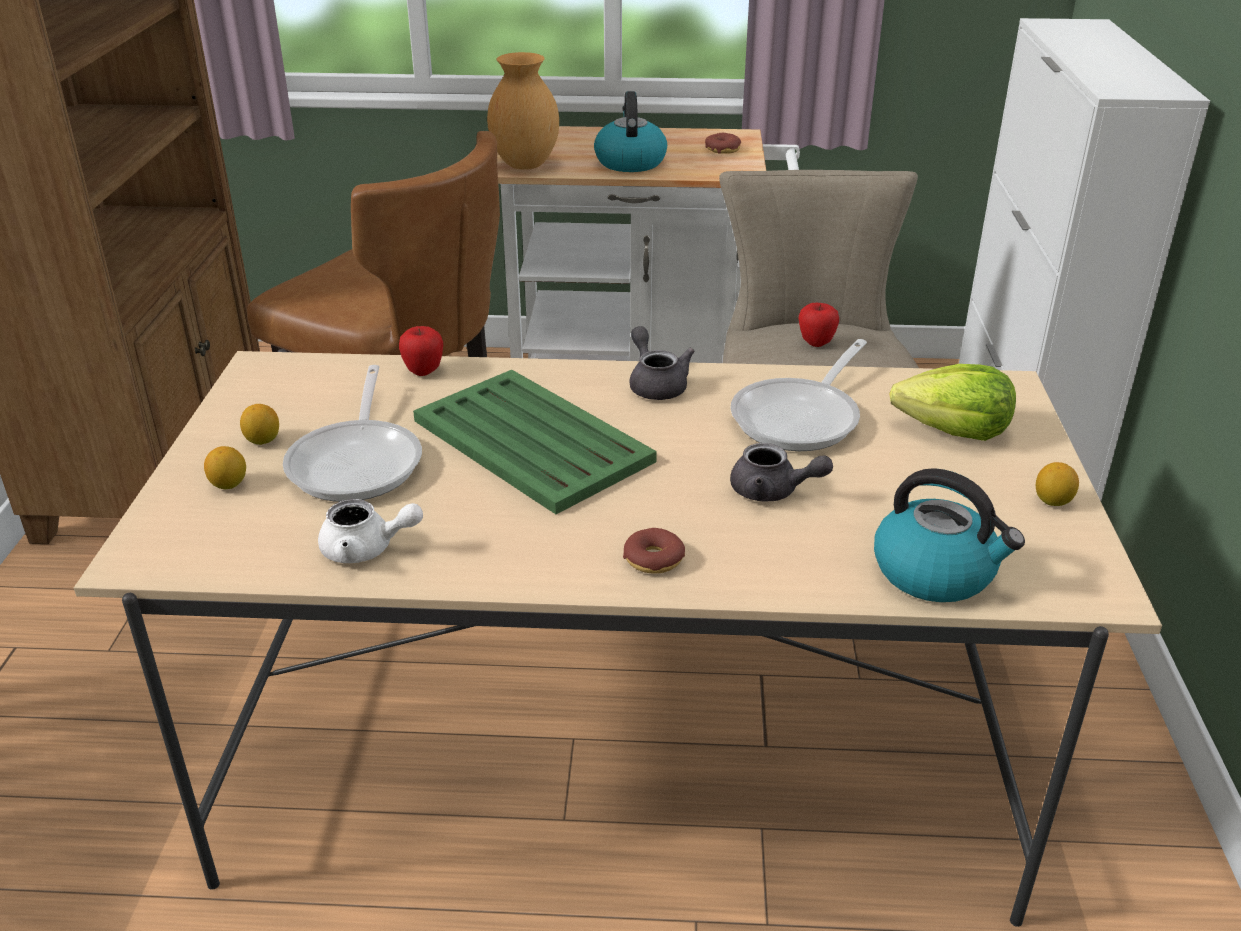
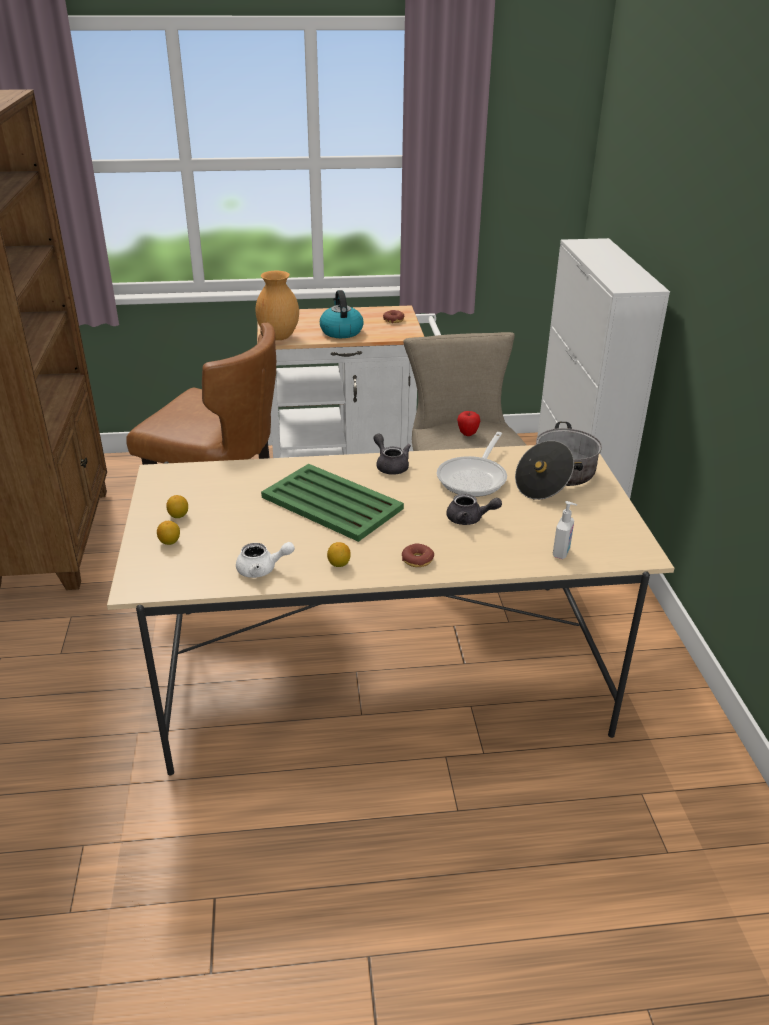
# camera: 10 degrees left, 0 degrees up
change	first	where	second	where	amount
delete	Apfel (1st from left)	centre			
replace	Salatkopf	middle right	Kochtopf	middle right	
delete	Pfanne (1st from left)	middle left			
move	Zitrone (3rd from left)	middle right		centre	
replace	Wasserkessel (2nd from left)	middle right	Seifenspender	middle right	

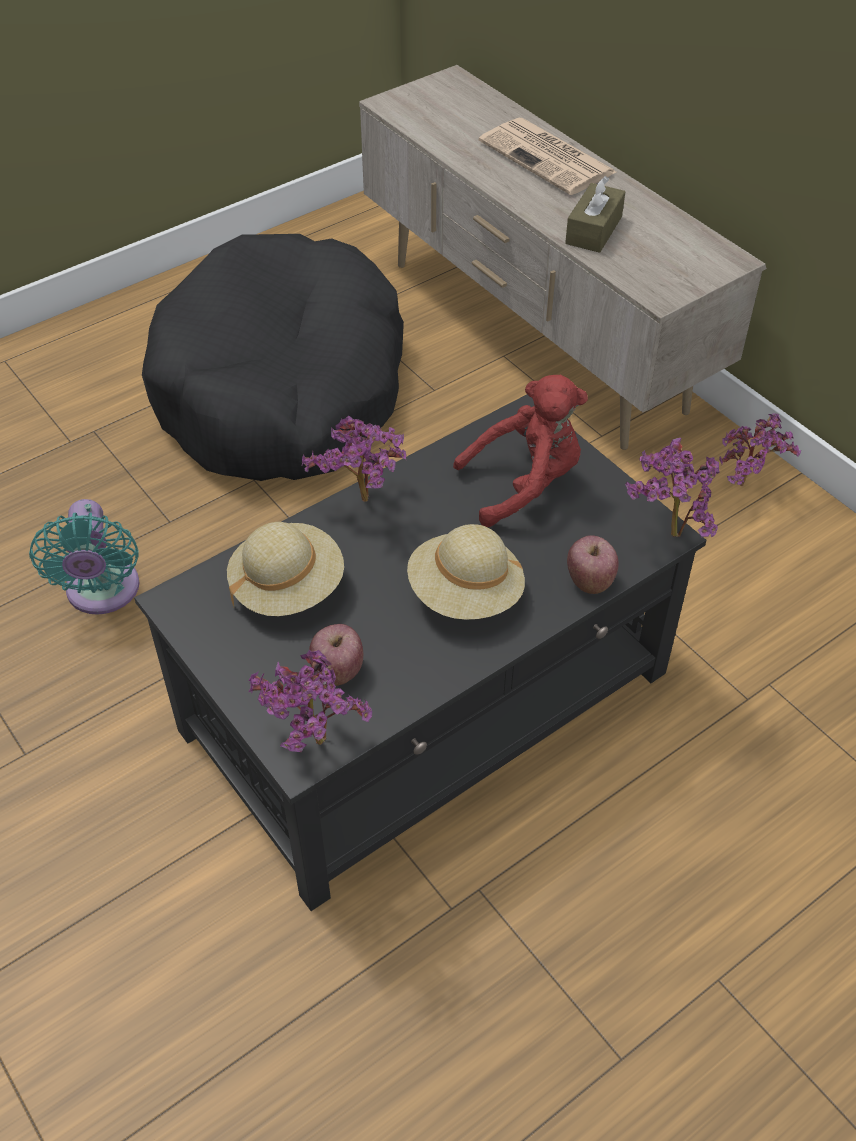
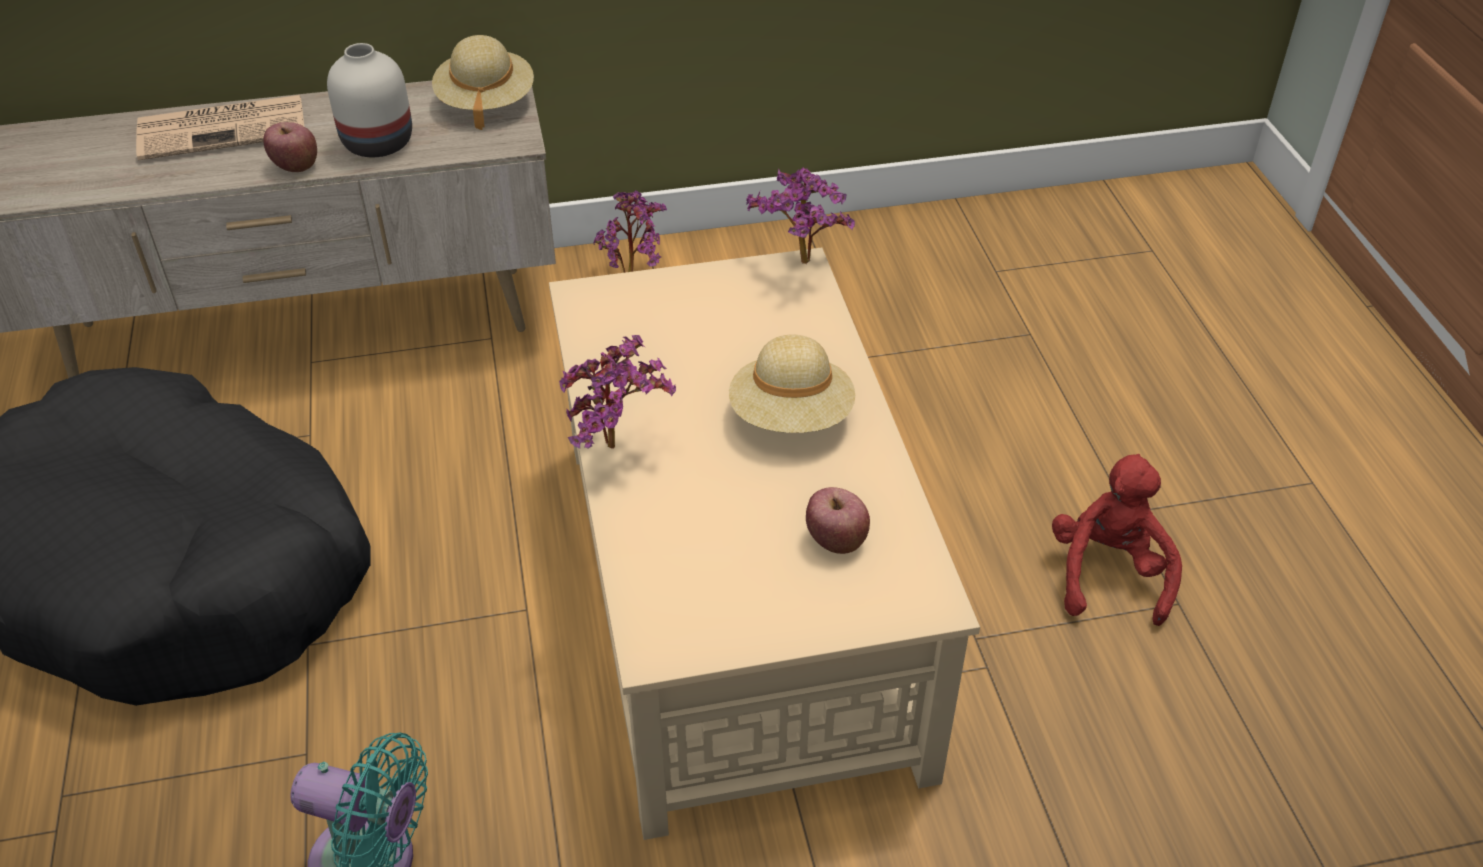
# camera: 65 degrees left, 5 degrees down
change	first	where	second	where	amount
replace	Taschentuchbox/braun	top right	Vase/weiß	top left	
move	Plüschtier/rot	centre		middle right	
recolor	Couchtisch/schwarz	centre	Couchtisch/beige	centre	
move	Hut/beige (1st from left)	middle left		top left	
move	Apfel (2nd from left in the first image)	middle right	Apfel (1st from left)	top left	
delete	Topfpflanze (1st from left)	centre			

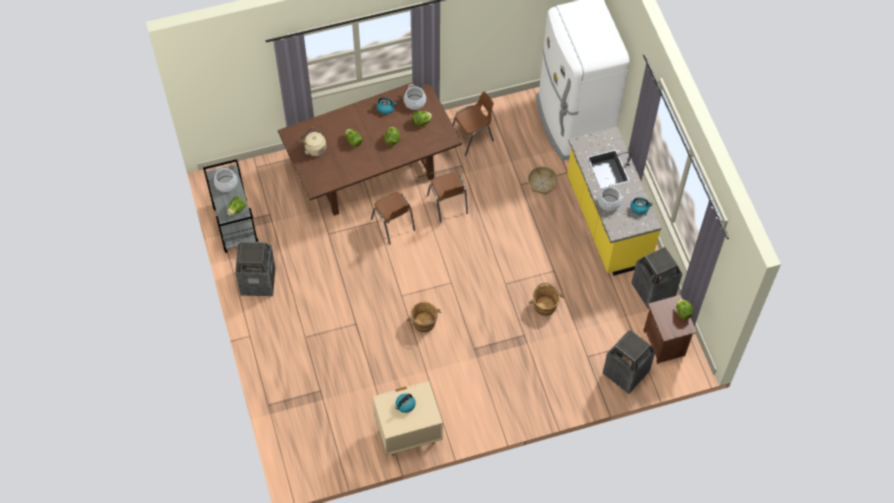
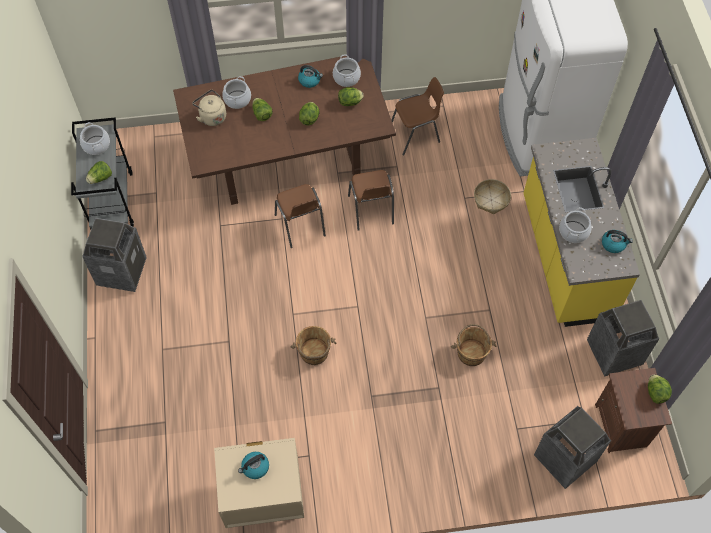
# camera: 10 degrees right, 0 degrees up
change	first	where	second	where	amount
insert			Kochtopf (2nd from left)	top left	

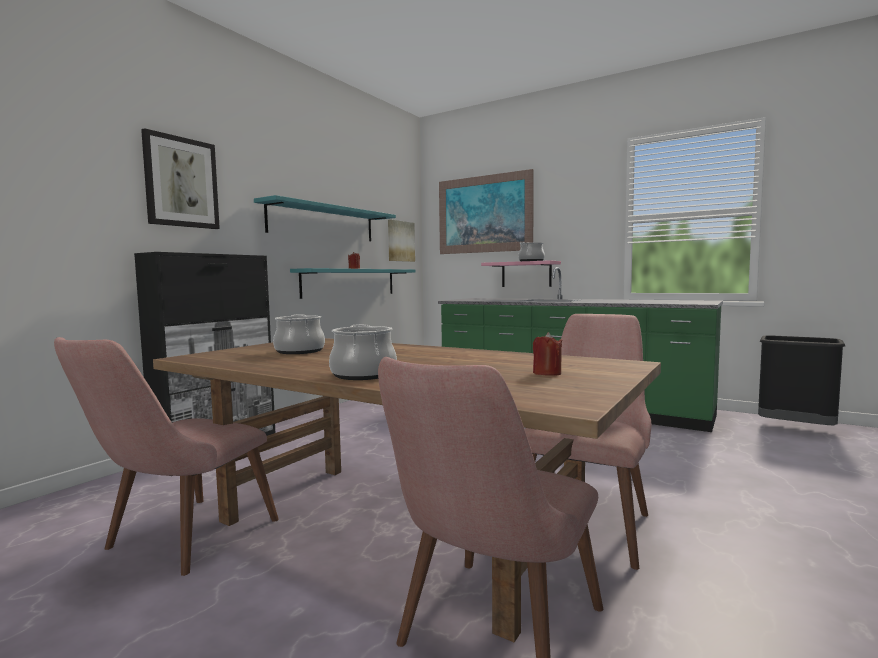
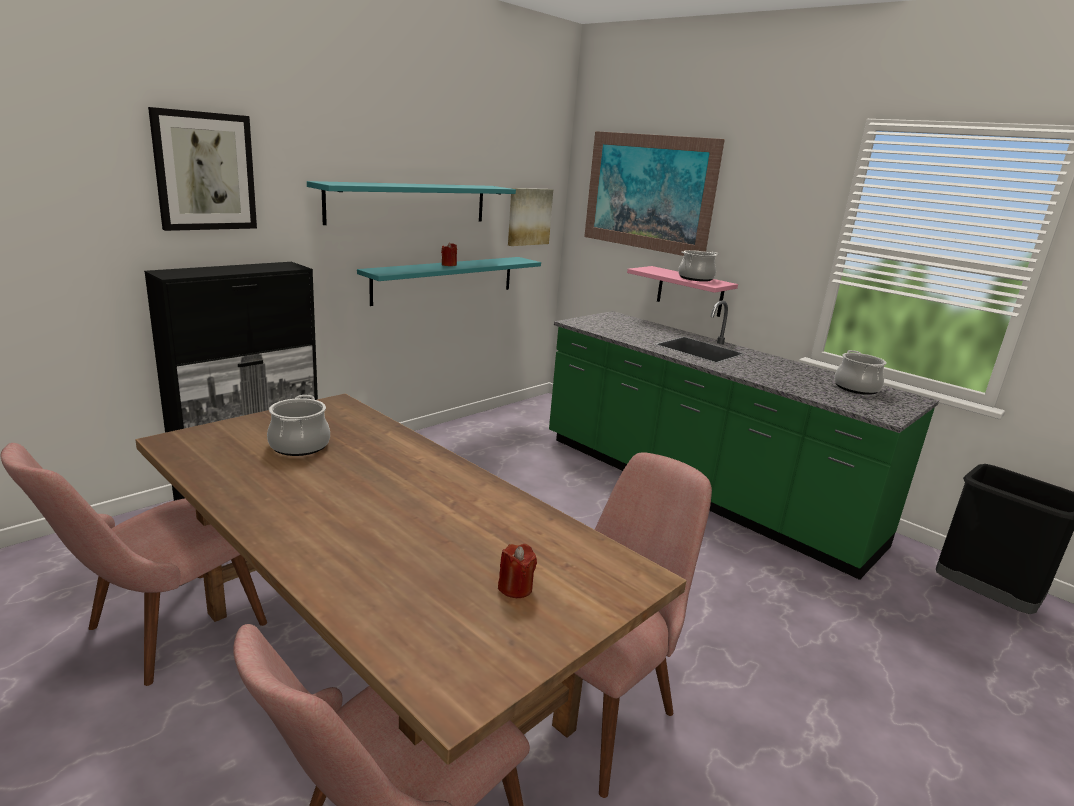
# camera: 10 degrees right, 15 degrees up
change	first	where	second	where	amount
move	Kochtopf (2nd from left in the first image)	centre	Kochtopf (3rd from left)	middle right	

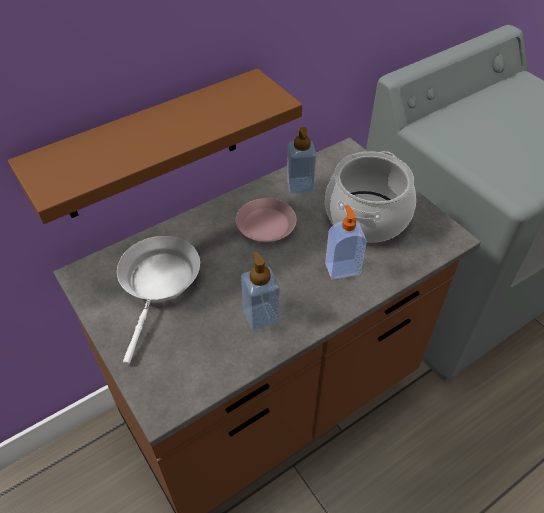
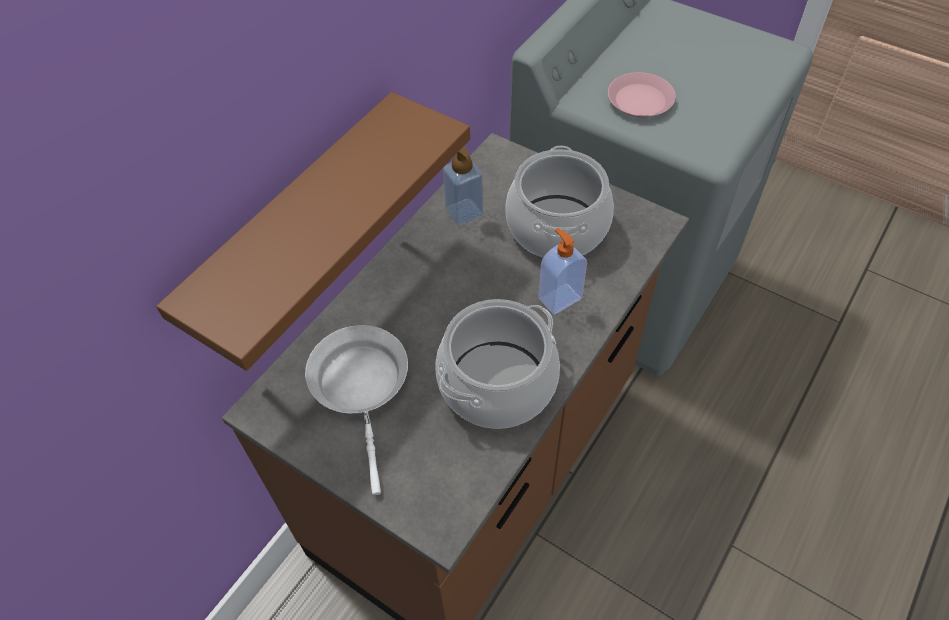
# camera: 20 degrees left, 5 degrees up
change	first	where	second	where	amount
move	Teller/rosa	centre		top right	
replace	Seifenspender (1st from left)	centre	Kochtopf (1st from left)	centre	

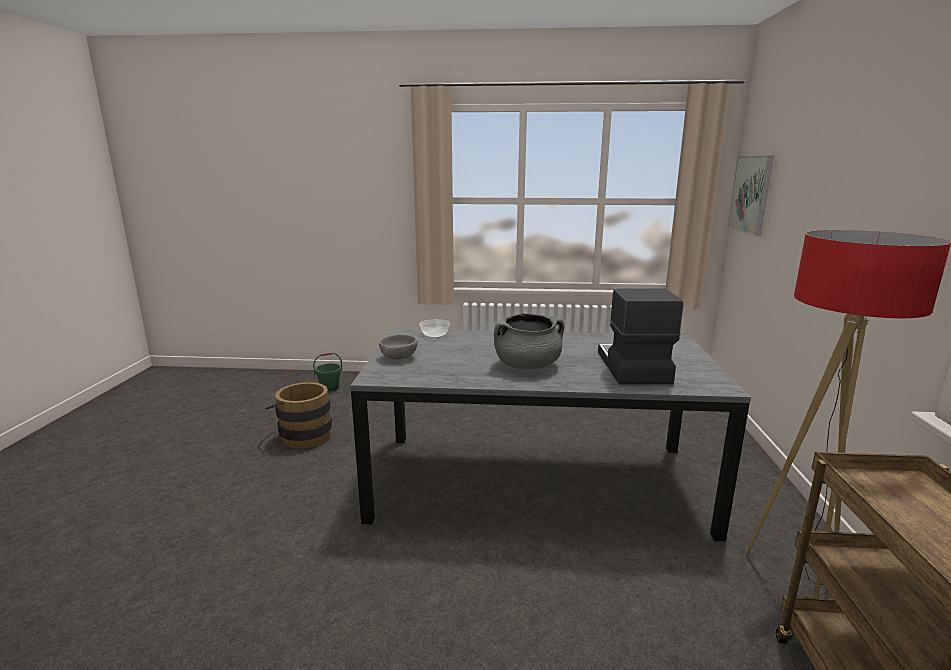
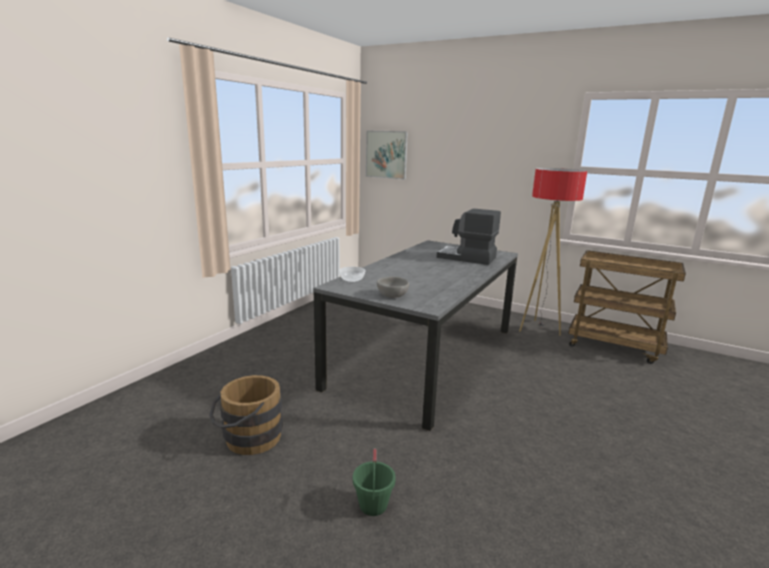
# camera: 65 degrees left, 0 degrees up
change	first	where	second	where	amount
delete	Kochtopf/grau	centre			
move	Eimer/grün	centre		bottom centre	

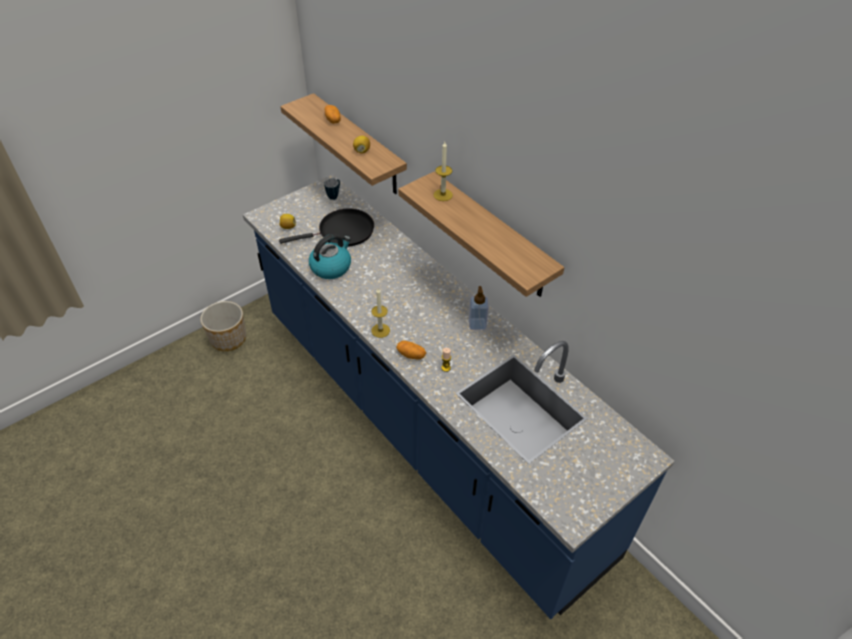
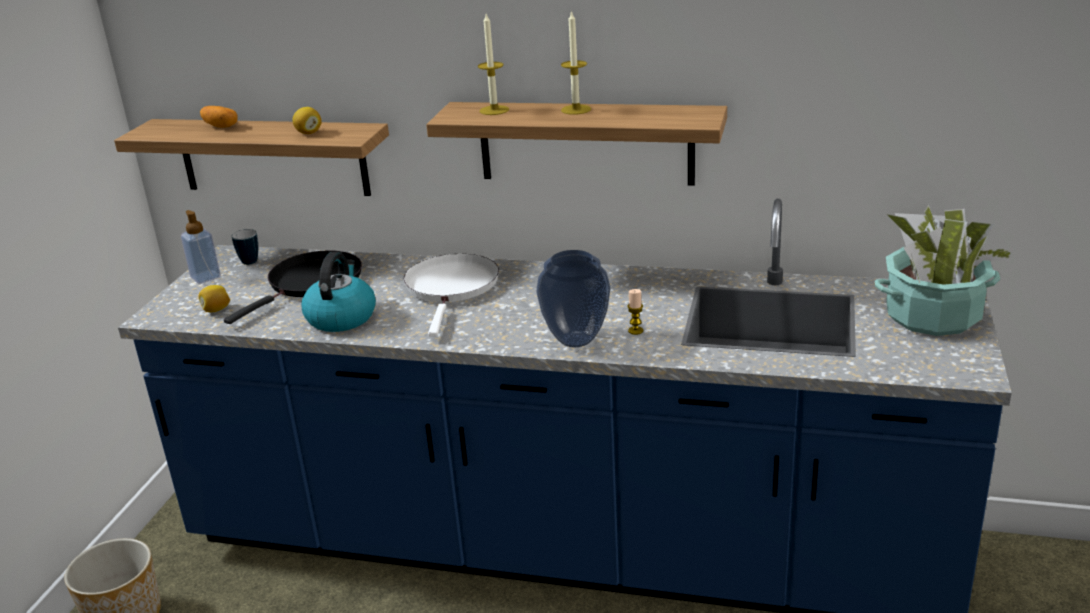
# camera: 35 degrees left, 20 degrees down
change	first	where	second	where	amount
move	Seifenspender	centre		middle left	
move	Kerze (1st from left in the first image)	centre	Kerze (2nd from left)	top centre	
replace	Kartoffel (2nd from left)	centre	Vase	centre	
insert			Topfpflanze	middle right	
insert			Pfanne/weiß	centre	

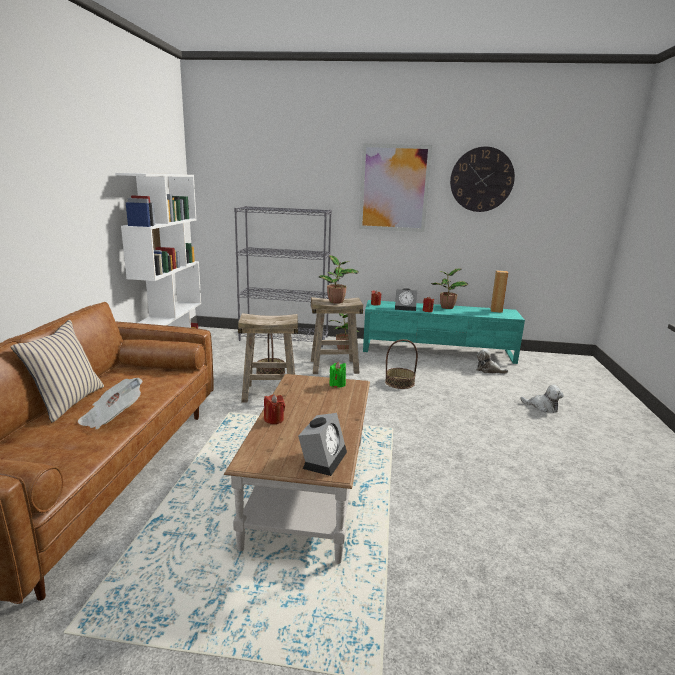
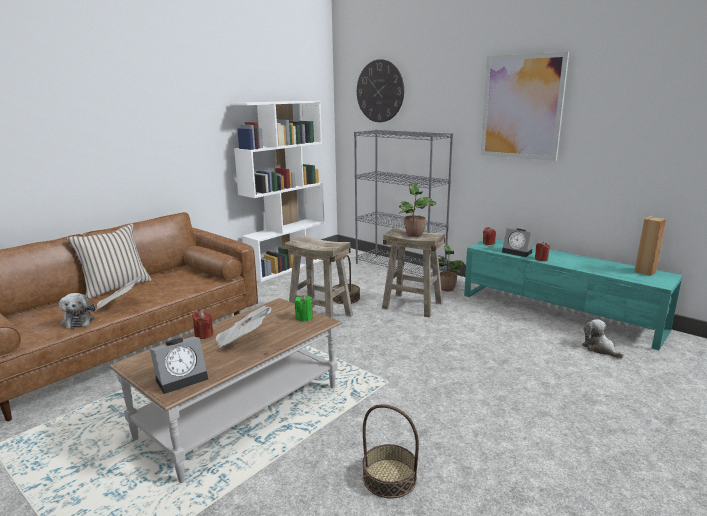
# camera: 35 degrees right, 0 degrees up
change	first	where	second	where	amount
move	Wanduhr	top right		top centre	
delete	Topfpflanze (3rd from left)	centre			
move	Korb (2nd from left)	centre		bottom centre	
move	Plüschtier (2nd from left in the first image)	middle right	Plüschtier (1st from left)	middle left	
insert			Zeitung (2nd from left)	centre	

